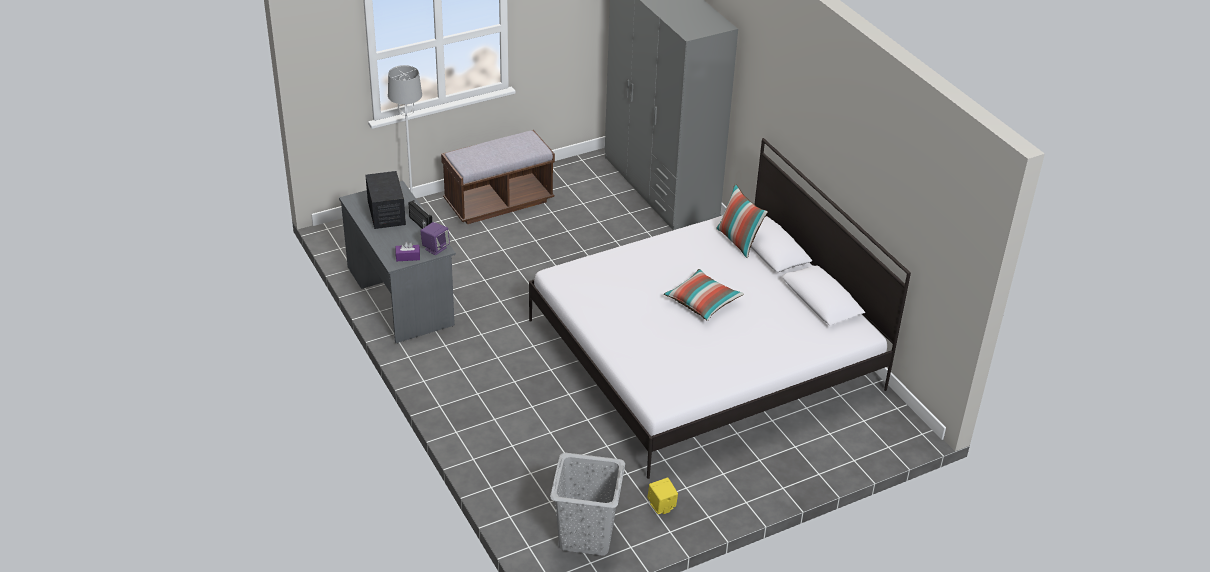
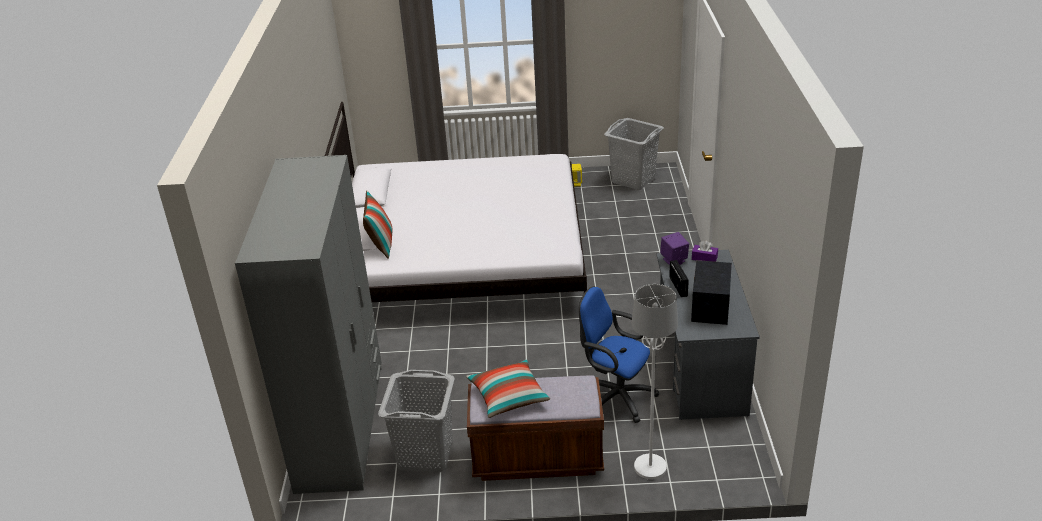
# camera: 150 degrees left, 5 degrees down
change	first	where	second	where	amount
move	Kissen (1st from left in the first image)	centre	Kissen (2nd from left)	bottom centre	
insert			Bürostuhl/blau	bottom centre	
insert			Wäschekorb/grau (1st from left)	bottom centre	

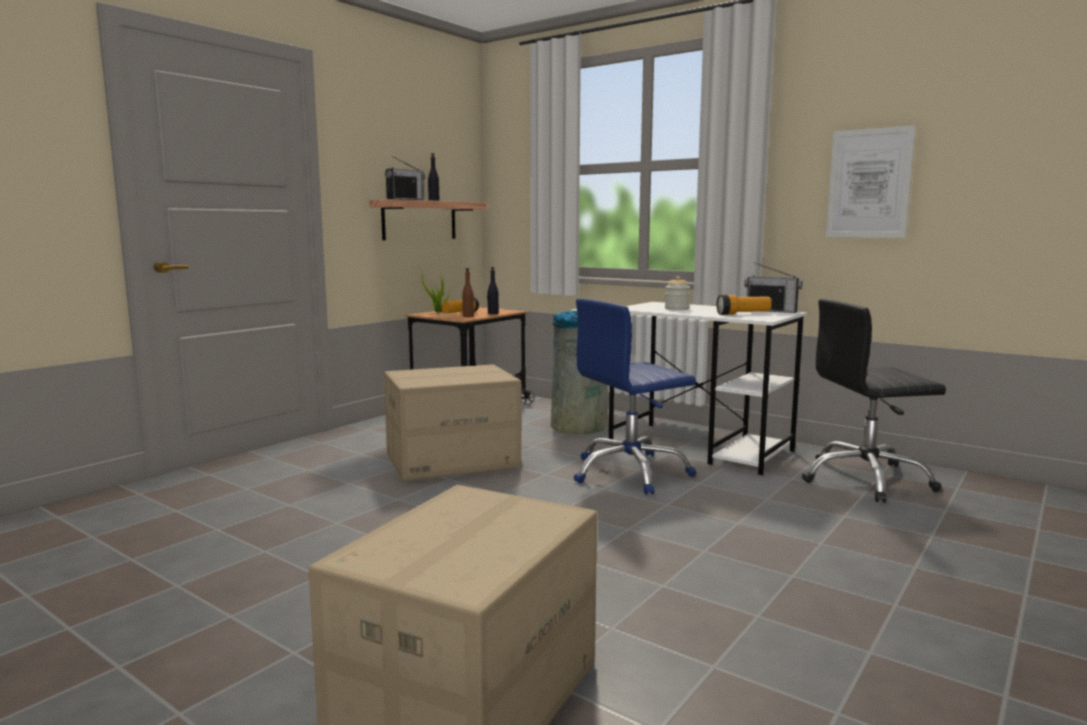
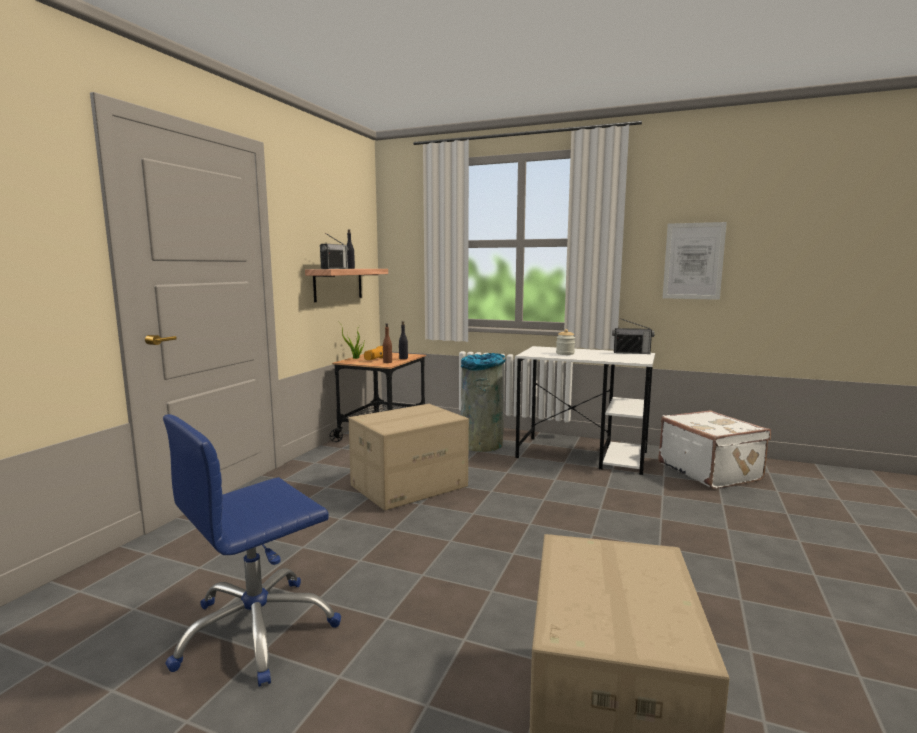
# camera: 15 degrees left, 0 degrees up
change	first	where	second	where	amount
delete	Taschenlampe (2nd from left)	middle right			
move	Bürostuhl/blau	centre		bottom left	
replace	Bürostuhl/schwarz	middle right	Koffer/weiß	middle right	

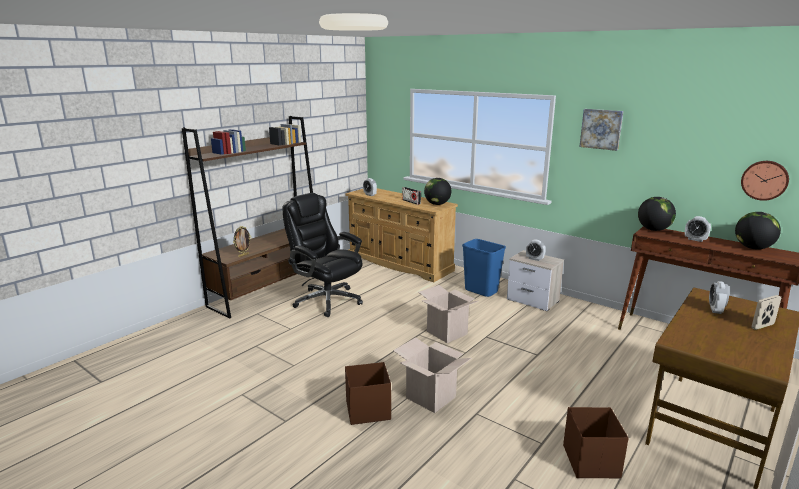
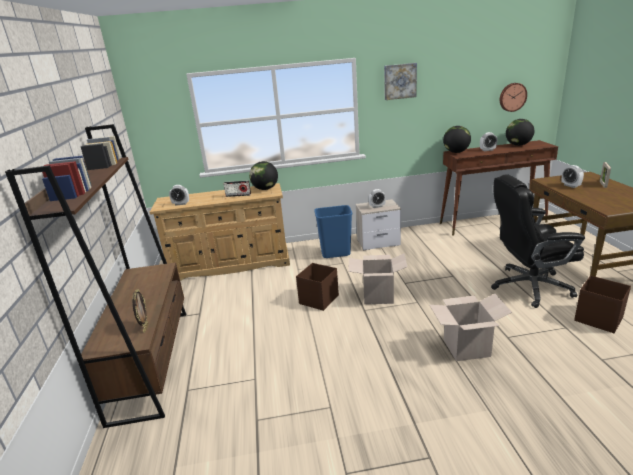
# camera: 45 degrees left, 5 degrees up
change	first	where	second	where	amount
move	Bürostuhl/schwarz	centre		middle right	
move	Aufbewahrungsbox/braun (1st from left)	bottom centre		centre	

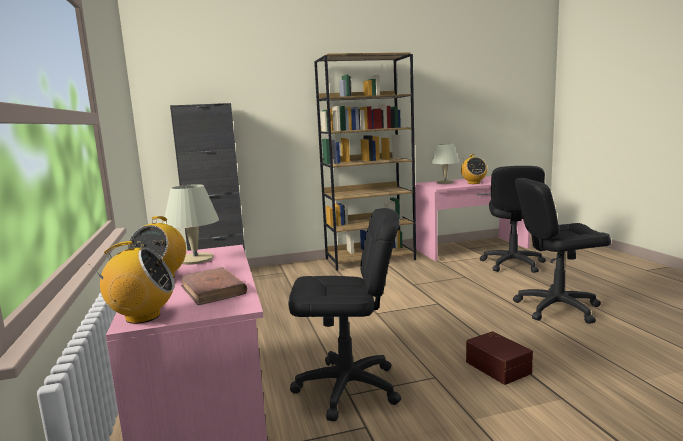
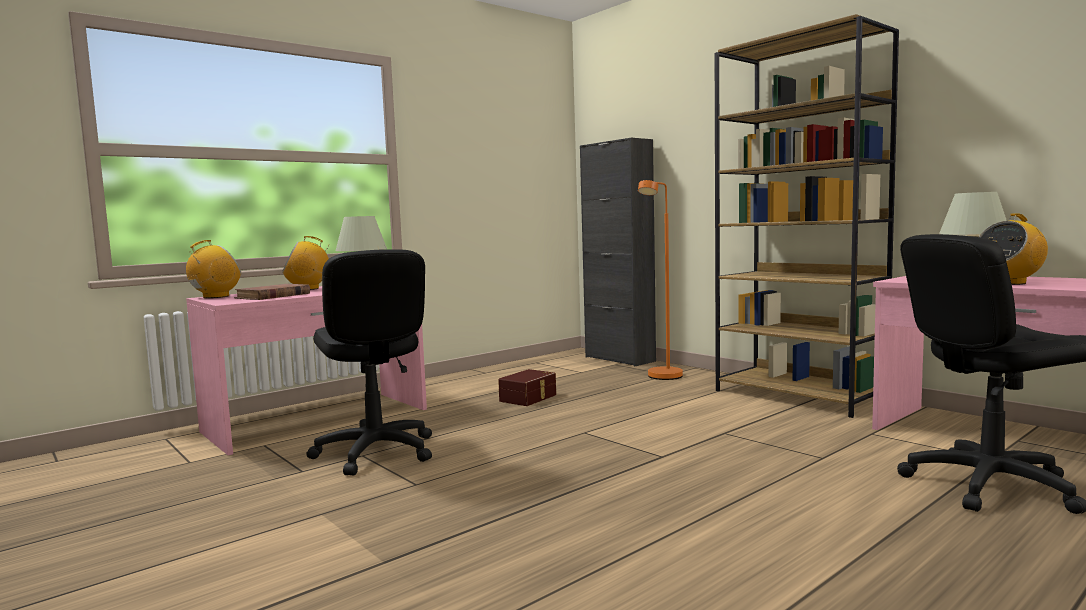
# camera: 65 degrees right, 5 degrees down
change	first	where	second	where	amount
delete	Bürostuhl/schwarz (3rd from left)	middle right			
rotate	Radio (1st from left)	middle left		middle left	105 degrees counterclockwise
move	Aufbewahrungsbox/braun	bottom right		centre	
insert			Stehlampe/orange	centre	

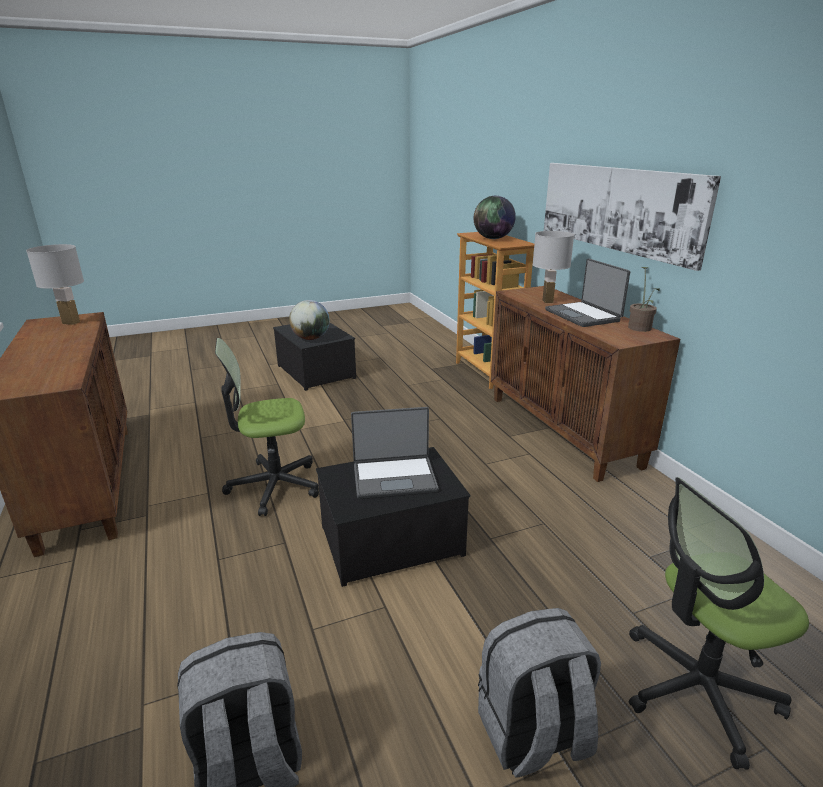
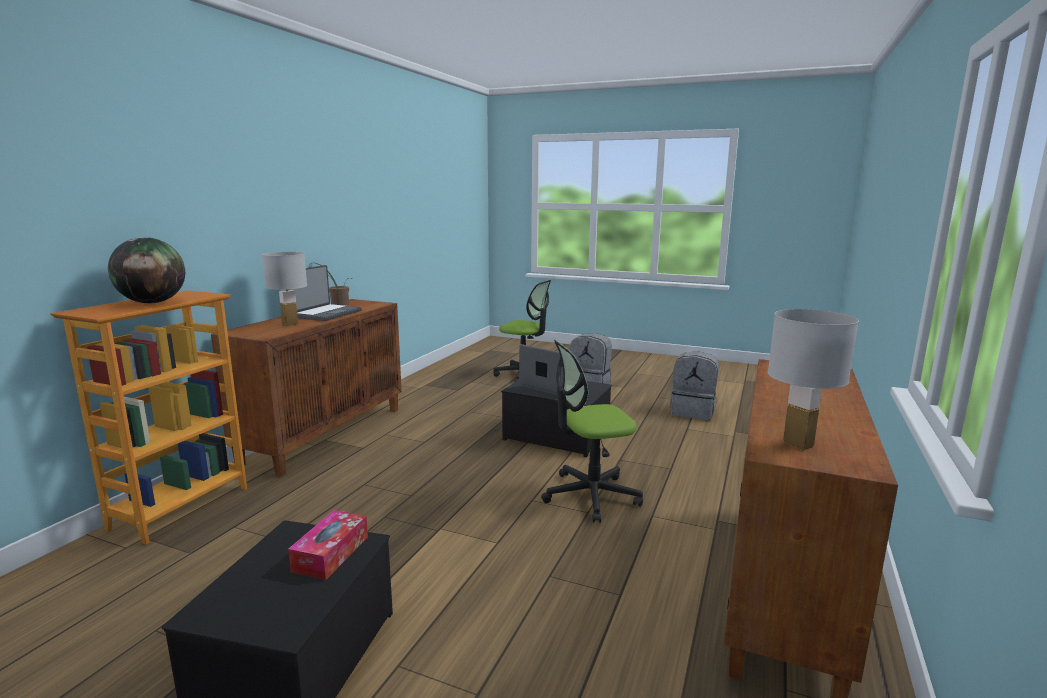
# camera: 135 degrees left, 10 degrees down
change	first	where	second	where	amount
delete	Bild	top right			
replace	Globus (1st from left)	centre	Taschentuchbox	bottom left	
rotate	Bürostuhl (1st from left in the first image)	middle left	Bürostuhl (2nd from left)	centre	135 degrees clockwise

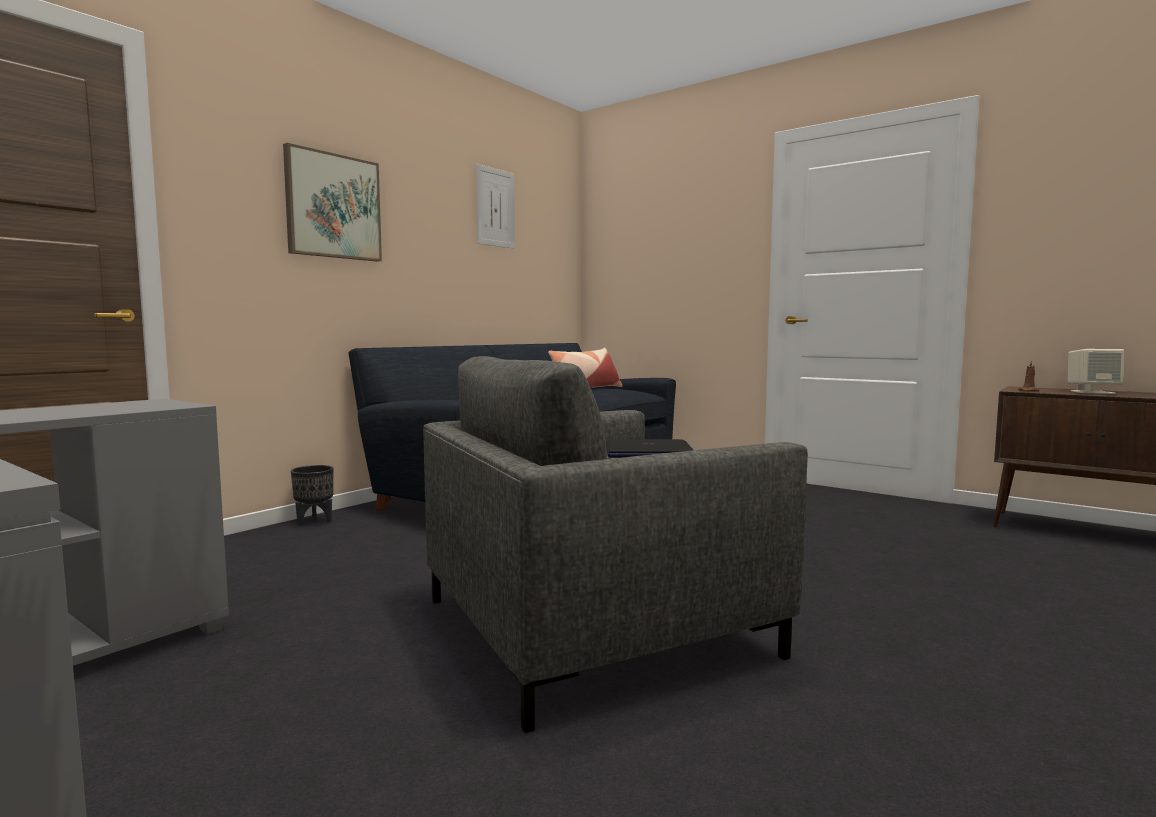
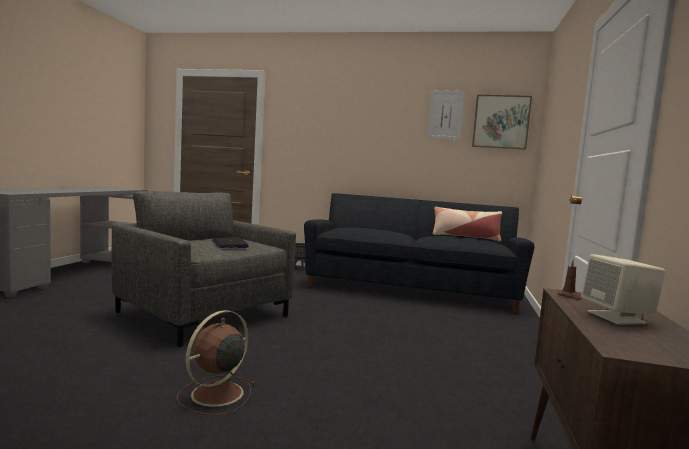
# camera: 65 degrees right, 0 degrees up
change	first	where	second	where	amount
move	Bild (1st from left in the first image)	top left	Bild (2nd from left)	top right	
insert			Ventilator/braun	bottom left	

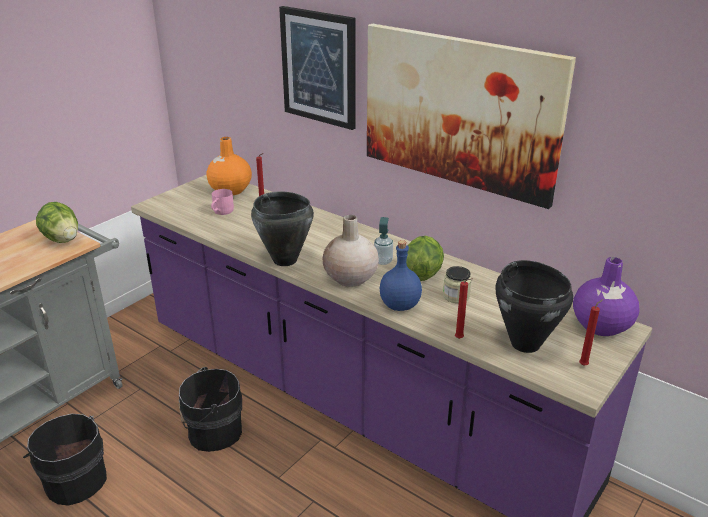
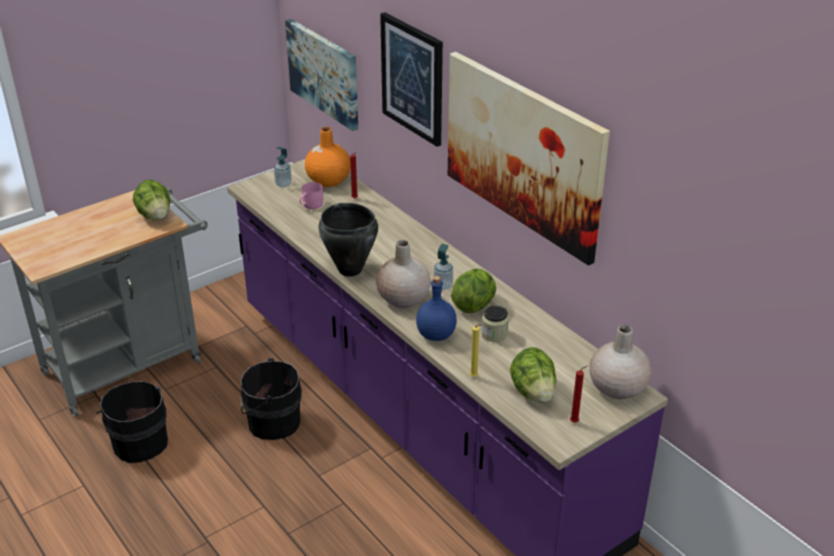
# camera: 15 degrees right, 5 degrees up
change	first	where	second	where	amount
recolor	Vase/lila	middle right	Vase/beige (2nd from left)	middle right	
replace	Kochtopf/schwarz (2nd from left)	middle right	Salatkopf (3rd from left)	bottom centre	
recolor	Kerze/rot (2nd from left)	centre	Kerze/gelb	centre	
insert			Bild (1st from left)	top centre	
insert			Seifenspender (1st from left)	top centre	

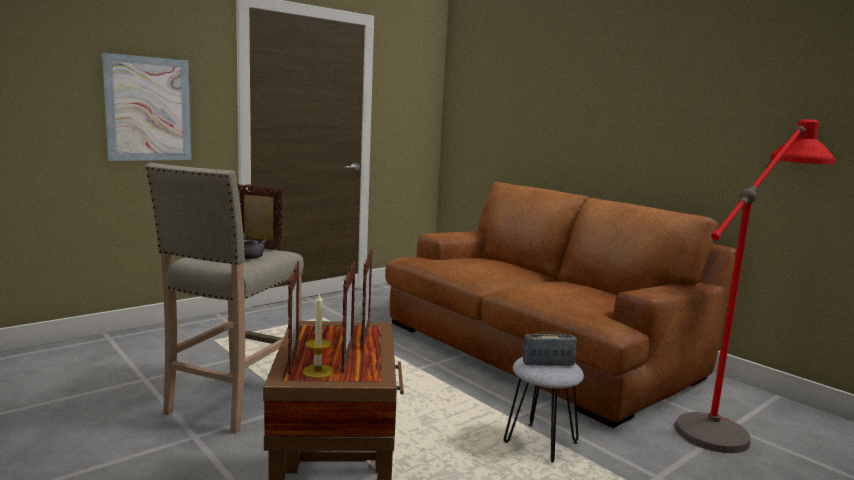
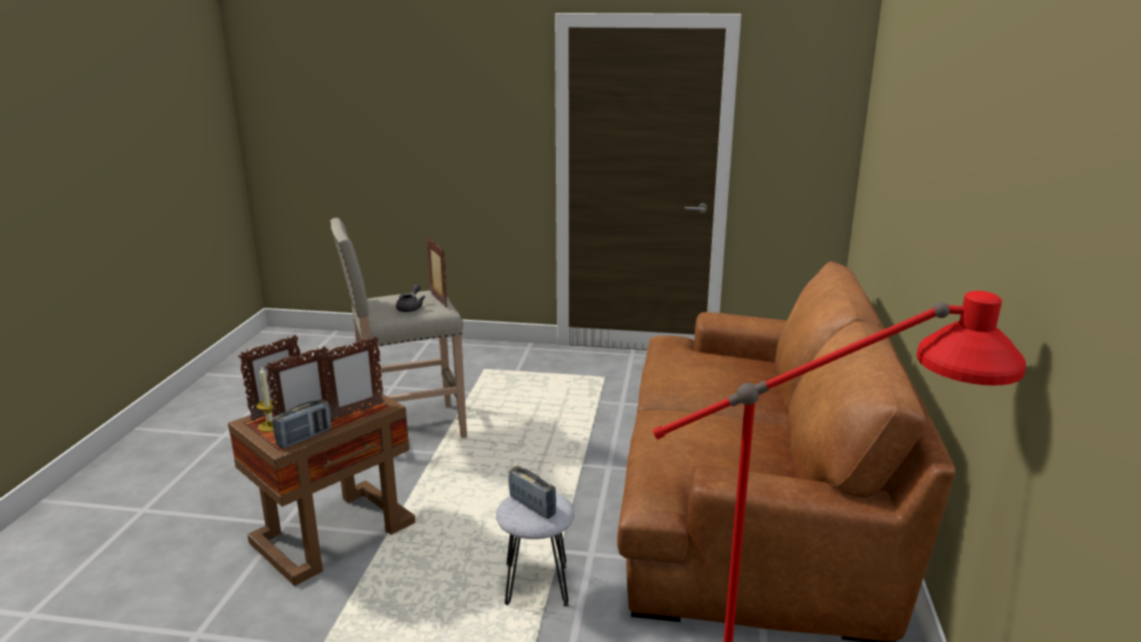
# camera: 50 degrees right, 10 degrees up
change	first	where	second	where	amount
delete	Bild	top left			
insert			Radio (1st from left)	middle left	

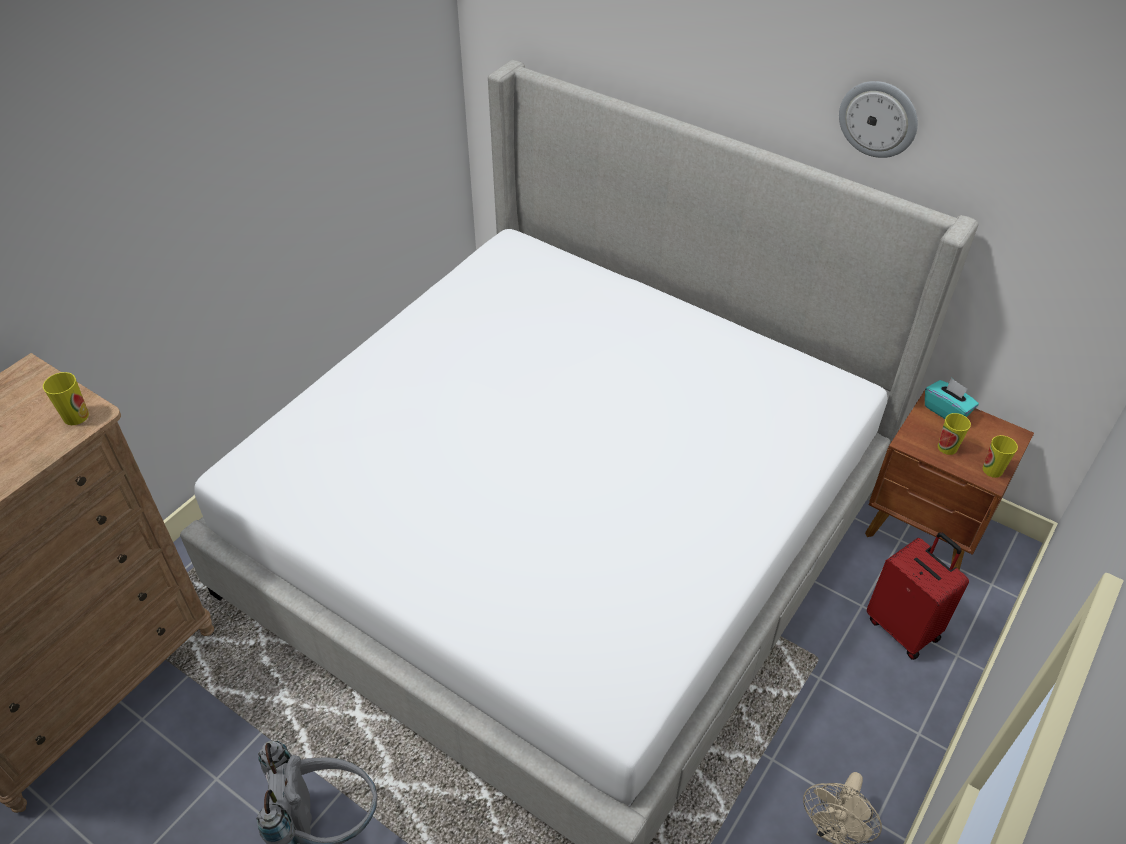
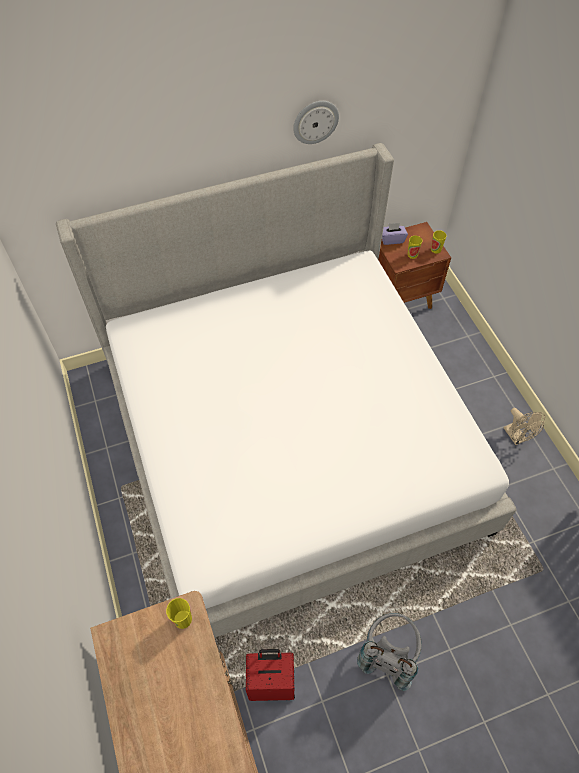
# camera: 55 degrees left, 10 degrees up
change	first	where	second	where	amount
recolor	Taschentuchbox/türkis	middle right	Taschentuchbox/lila	top right	
move	Koffer/rot	bottom right		bottom centre	

